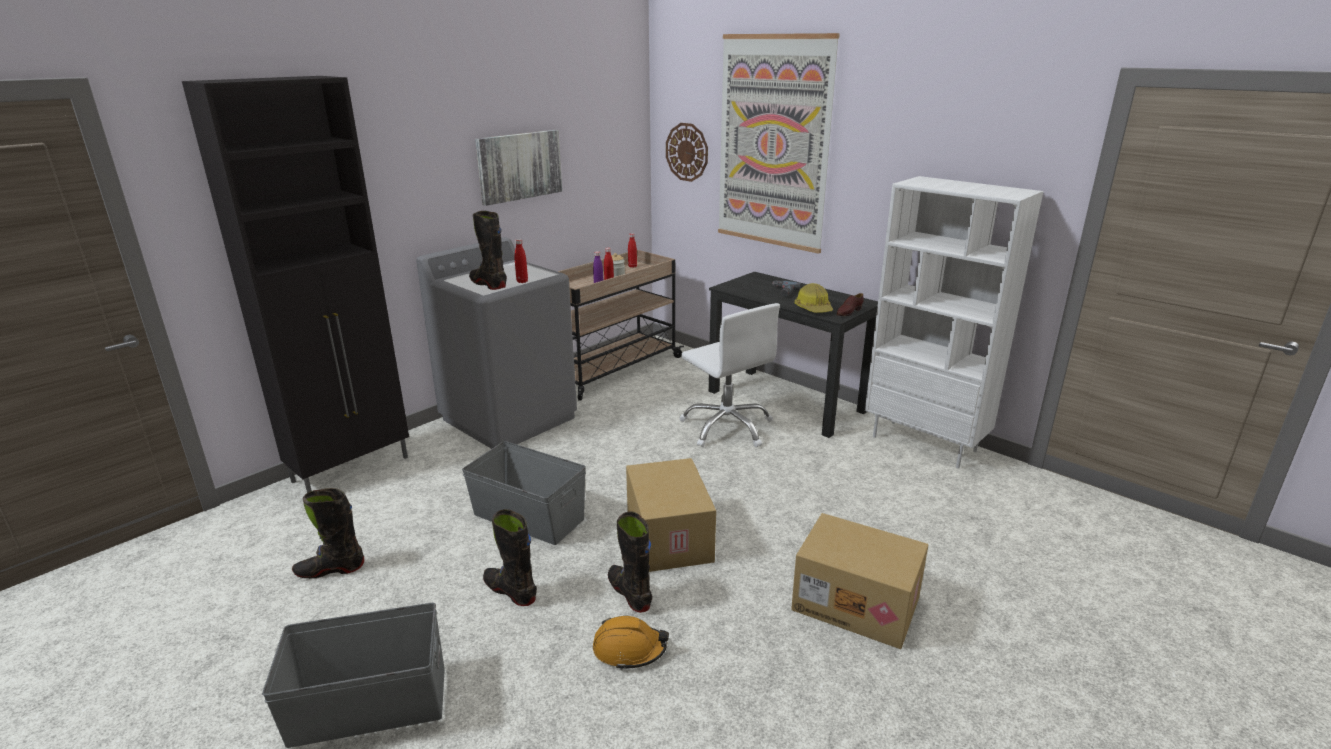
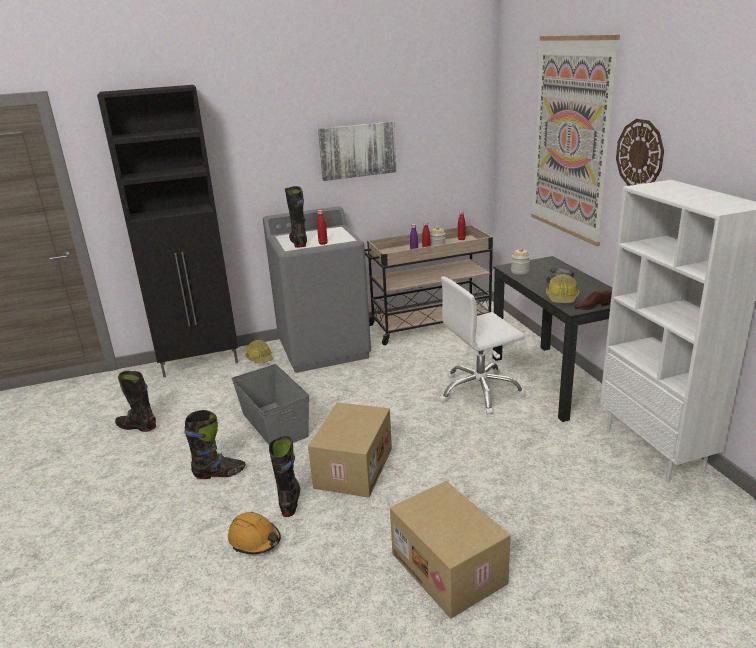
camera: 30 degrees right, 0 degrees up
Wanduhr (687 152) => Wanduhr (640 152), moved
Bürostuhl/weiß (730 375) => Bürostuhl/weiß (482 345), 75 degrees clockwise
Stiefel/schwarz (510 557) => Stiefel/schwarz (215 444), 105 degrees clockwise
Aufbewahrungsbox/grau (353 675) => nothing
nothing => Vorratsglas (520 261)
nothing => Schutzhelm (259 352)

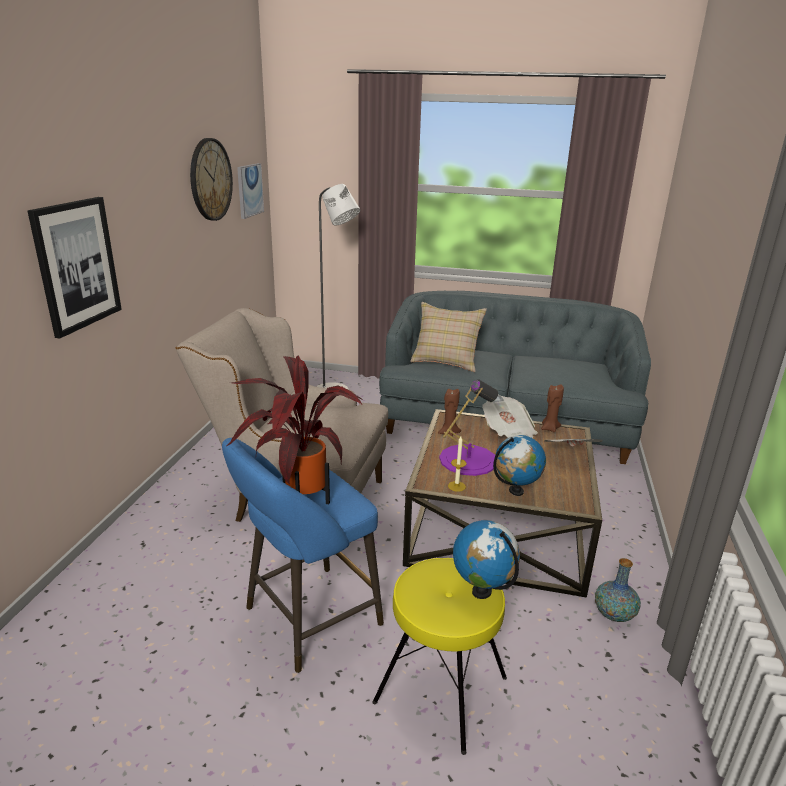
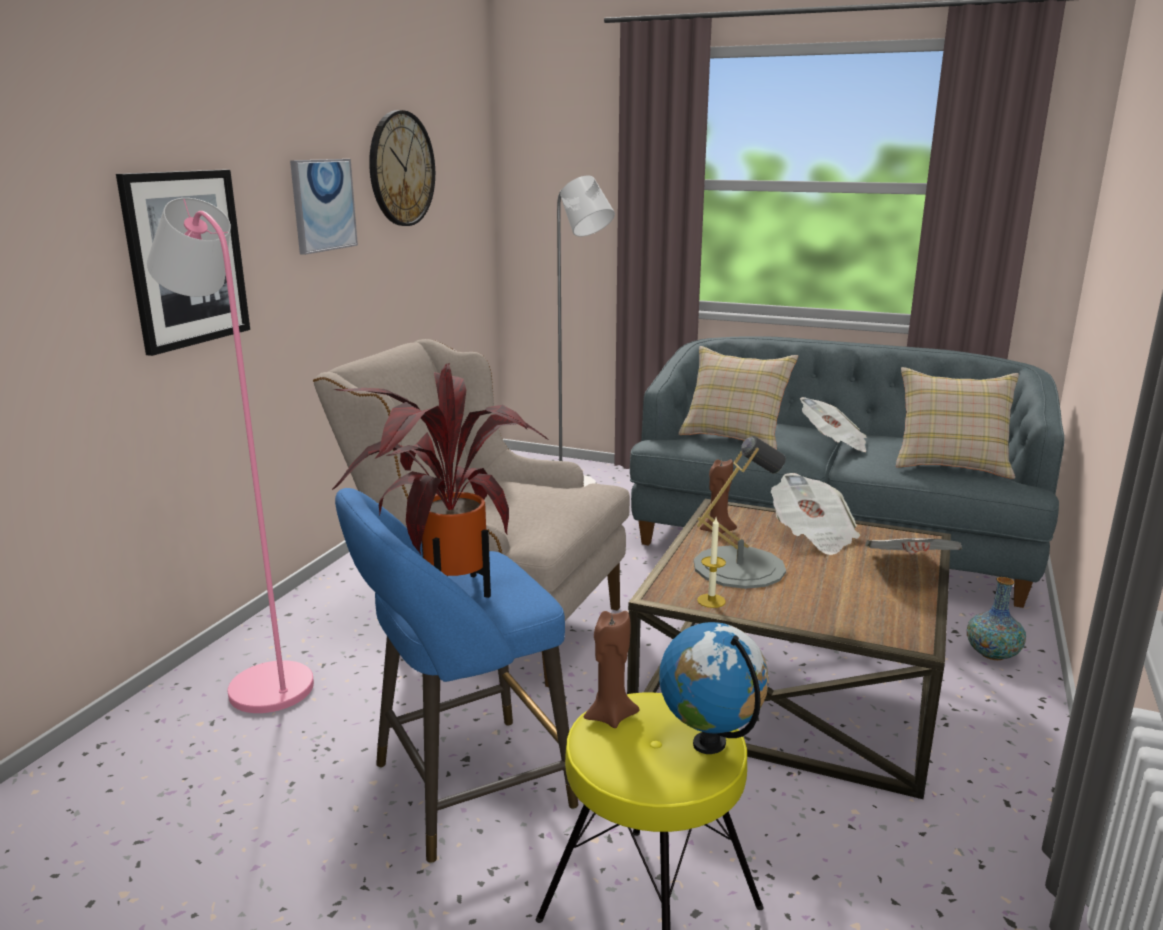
camera: 10 degrees right, 5 degrees down
Bild (250 191) => Bild (324 207), moved
Tischlampe/lila (468 427) => Tischlampe/grau (740 512)
Kerze/braun (552 408) => Kerze/braun (612 669), moved
Globus (519 465) => nothing
Vase (618 590) => Vase (996 618), moved
nothing => Stehlampe/rosa (230 455)
nothing => Kissen/beige (957 423)
nothing => Zeitung (833 424)

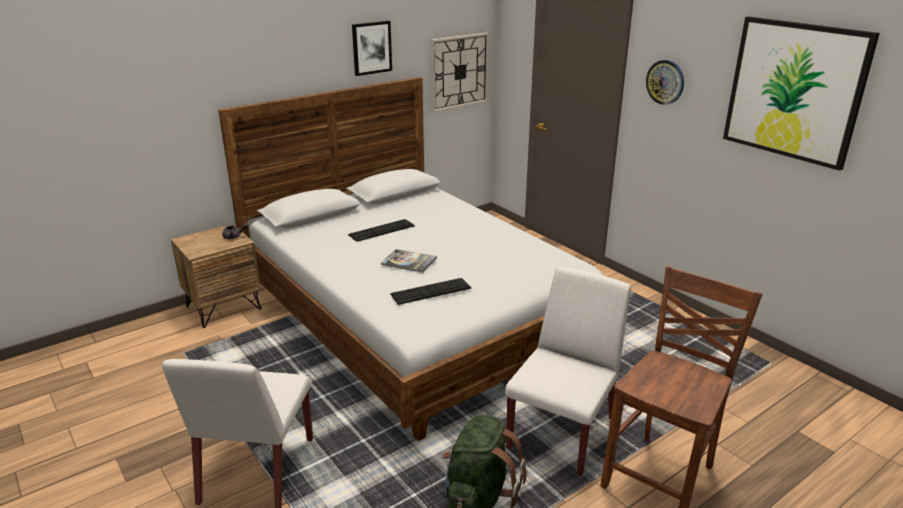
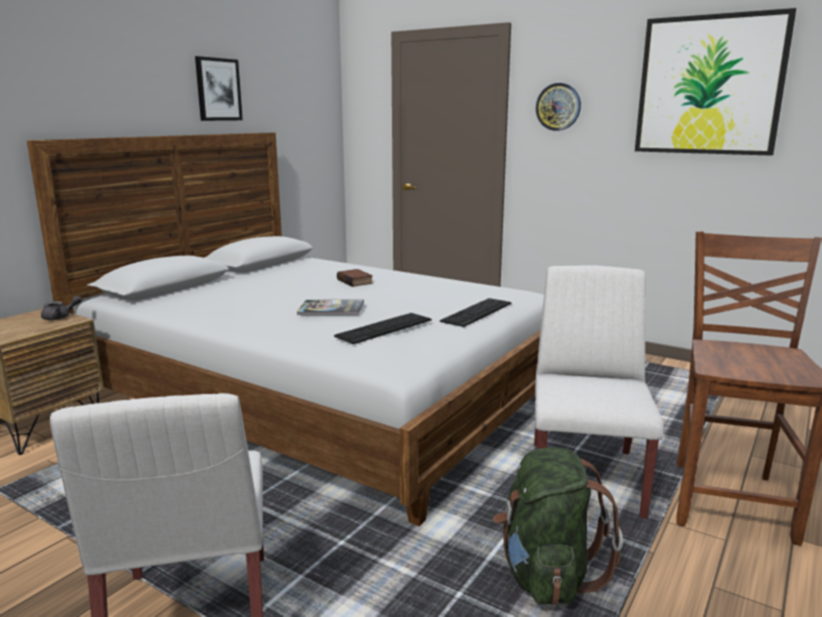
camera: 20 degrees left, 10 degrees down
Wanduhr (460 73) => nothing
Tastatur (381 230) => Tastatur (476 312), moved
nothing => Buch (355 278)

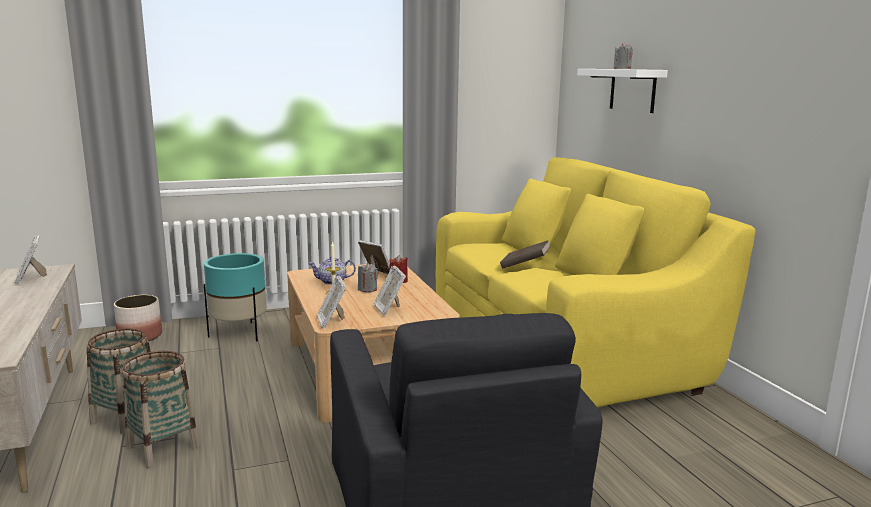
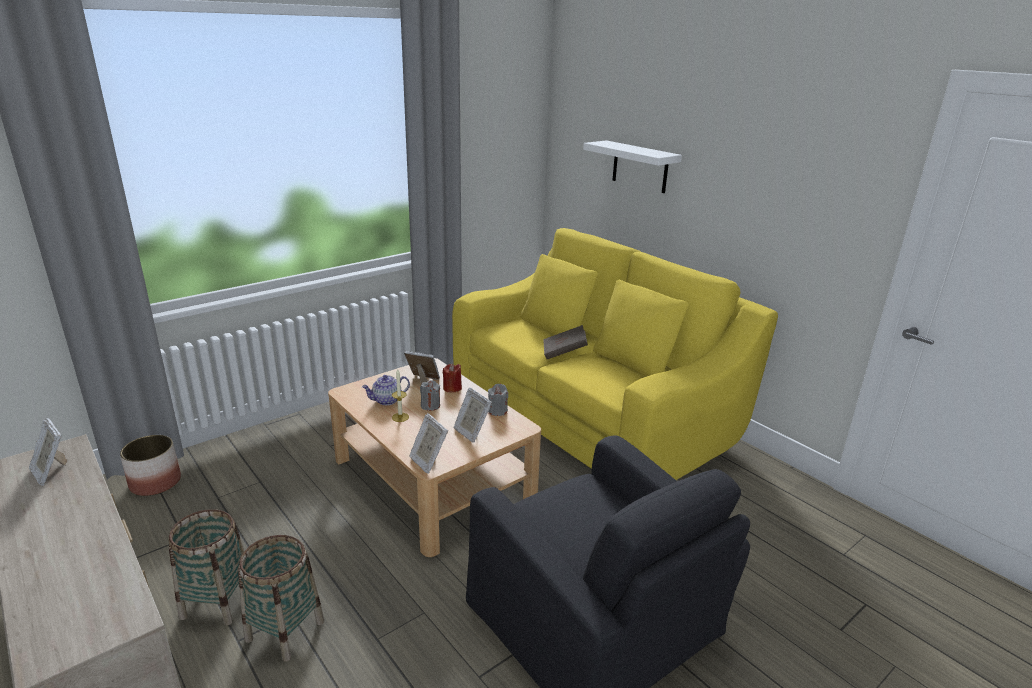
camera: 20 degrees left, 10 degrees up
Kerze/grau (623 55) => Kerze/grau (498 400), moved
Pflanzkübel/türkis (235 297) => nothing

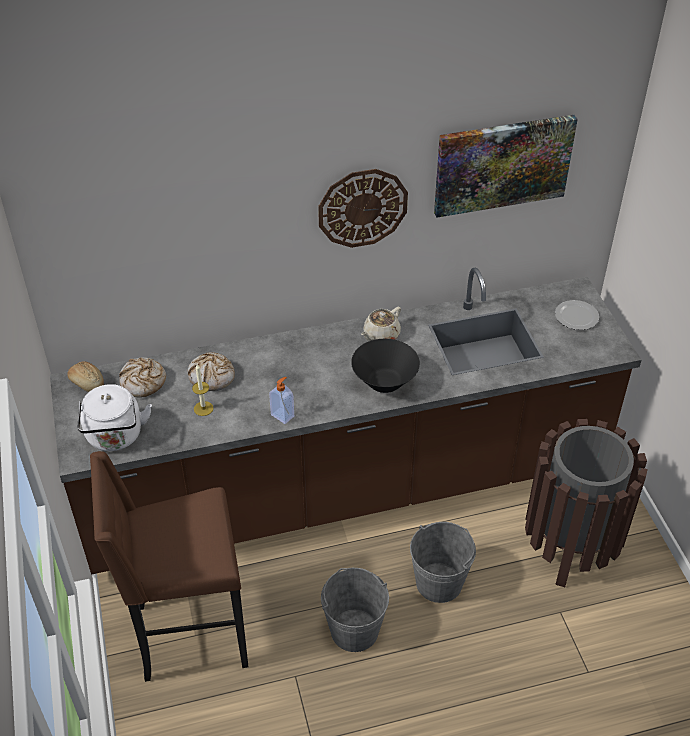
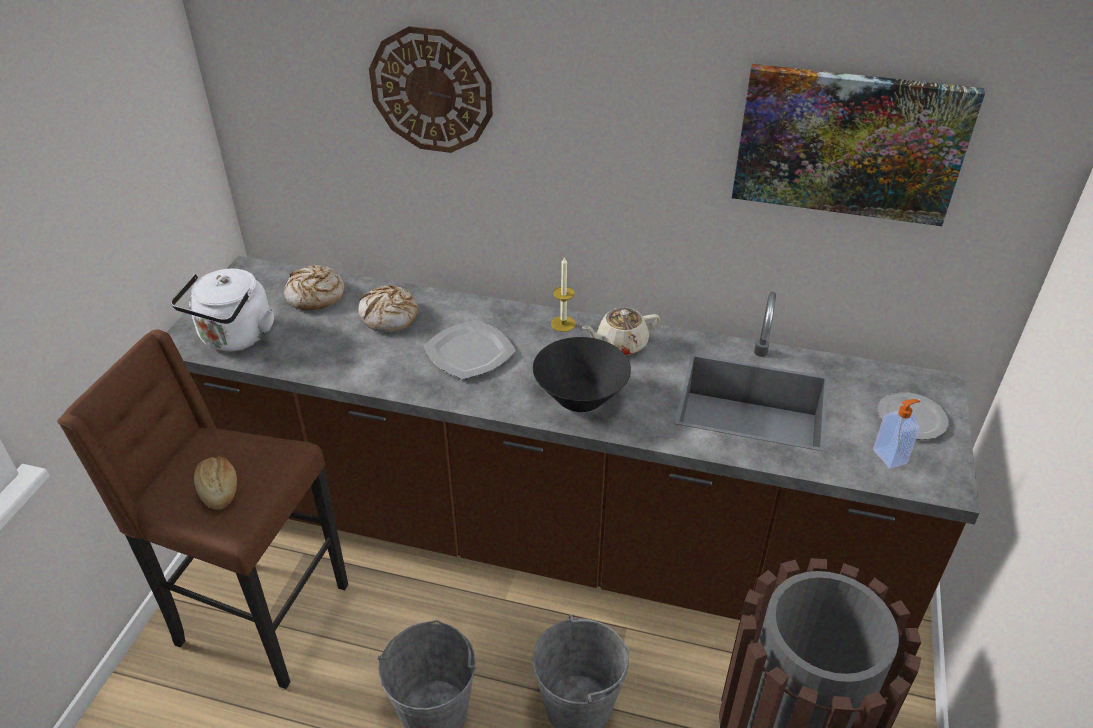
camera: 30 degrees right, 5 degrees down
Wanduhr (363 208) => Wanduhr (431 89), moved
Brot (85 376) => Brot (215 483), moved
Kerze (203 390) => Kerze (563 294), moved
Seifenspender (281 400) => Seifenspender (896 434), moved
nothing => Teller (470 349)

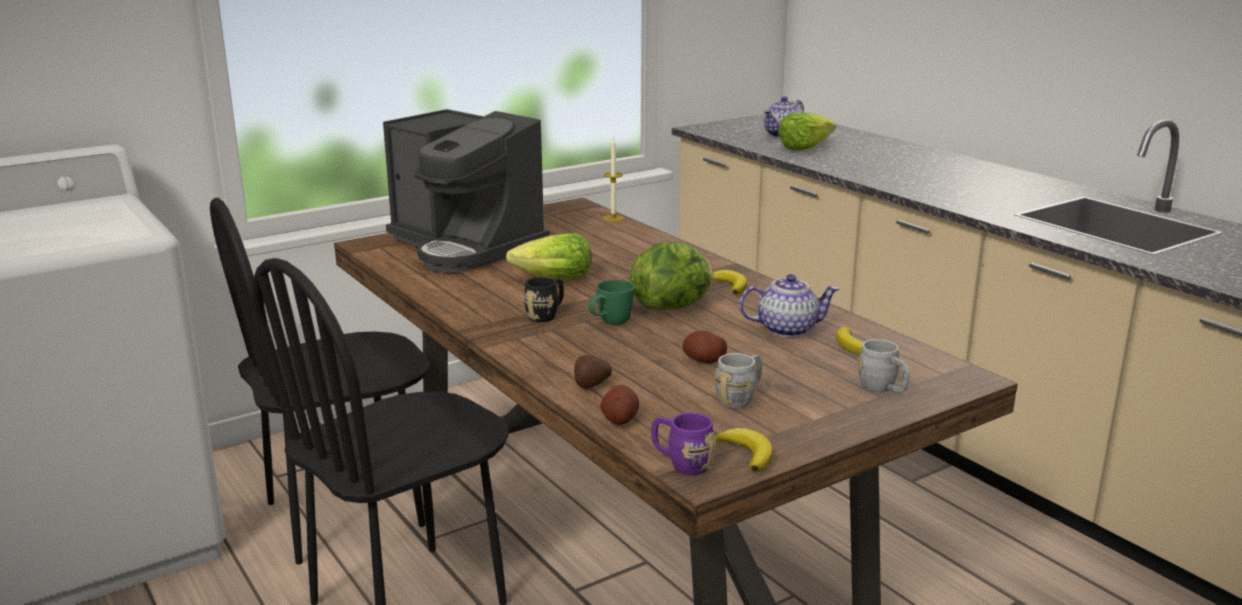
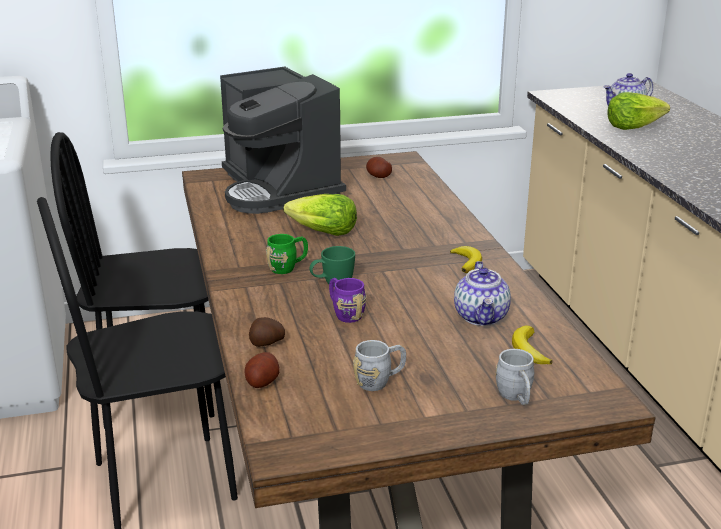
camera: 20 degrees right, 5 degrees up
Kerze (613 180) => nothing
Salatkopf (671 276) => nothing
Teekanne (789 305) => Teekanne (482 293), 75 degrees clockwise
Henkelbecher/schwarz (543 299) => Henkelbecher/grün (287 254)
Kartoffel (705 346) => Kartoffel (379 167), moved
Henkelbecher/lila (683 443) => Henkelbecher/lila (347 300), moved
Banane (744 450) => nothing

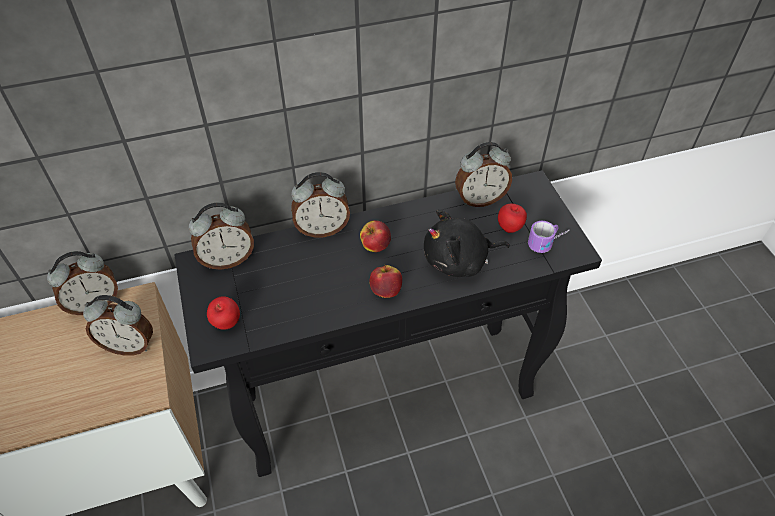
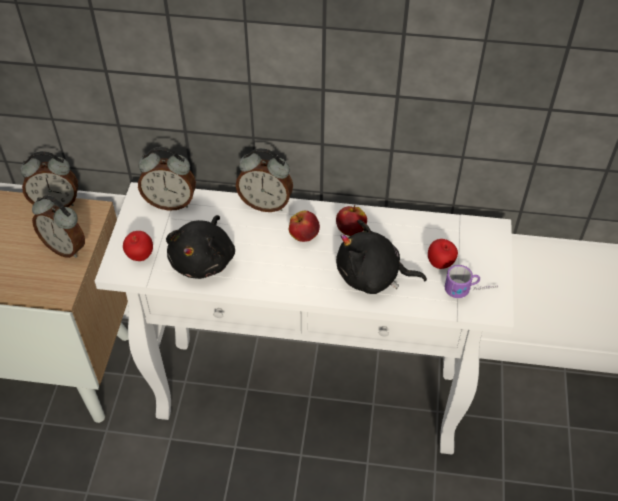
camera: 25 degrees right, 0 degrees up
Wecker (483 174) => nothing
Konsolentisch/schwarz (388 324) => Konsolentisch/weiß (304 318)
Apfel (385 281) => Apfel (351 220), moved
nothing => Plüschtier/schwarz (200 247)

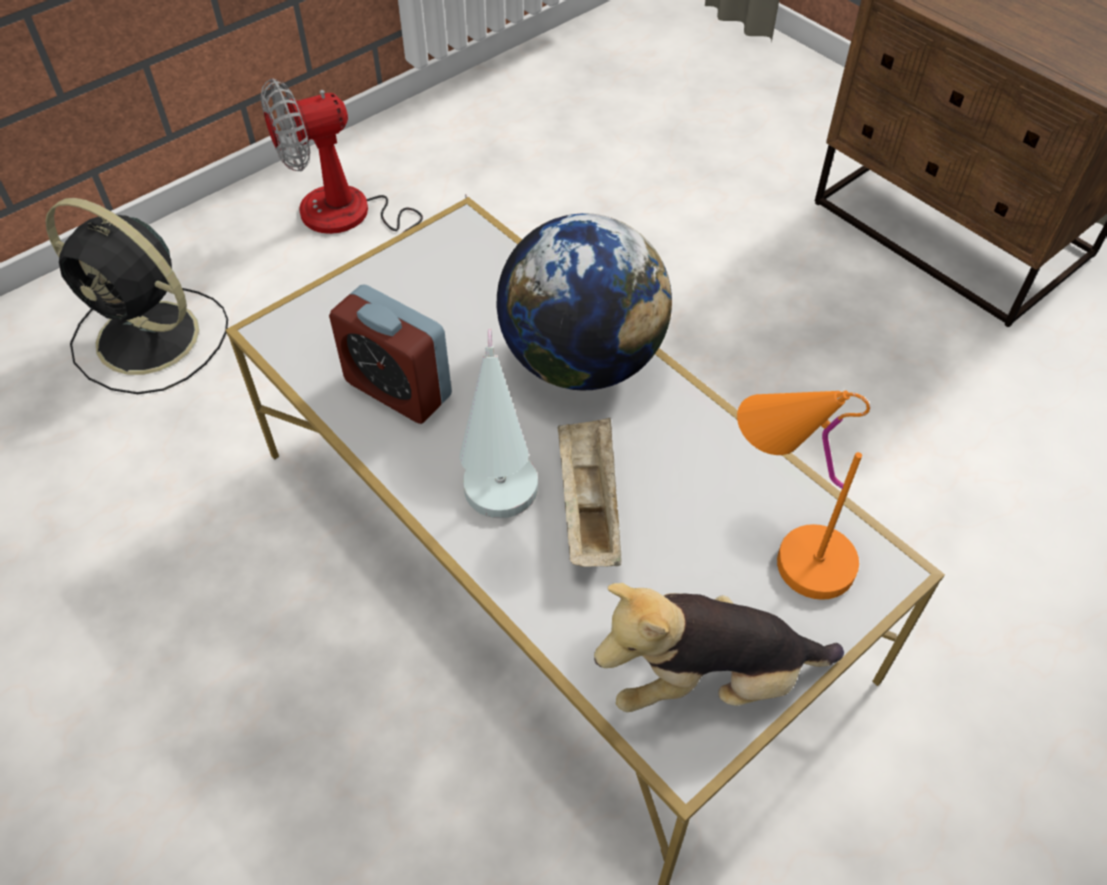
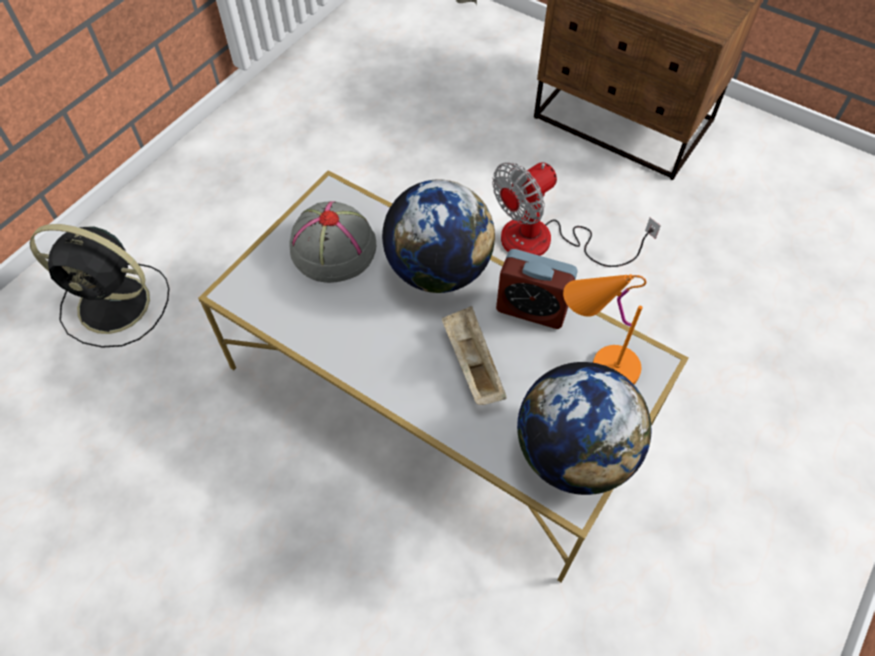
camera: 15 degrees left, 5 degrees up
Ventilator (363 156) => Ventilator (576 214), moved
Wecker (390 354) => Wecker (537 289), moved
Tischlampe/weiß (499 423) => nothing
Plüschtier (719 647) => Globus (584 428)
nothing => Hut/grau (332 242)

